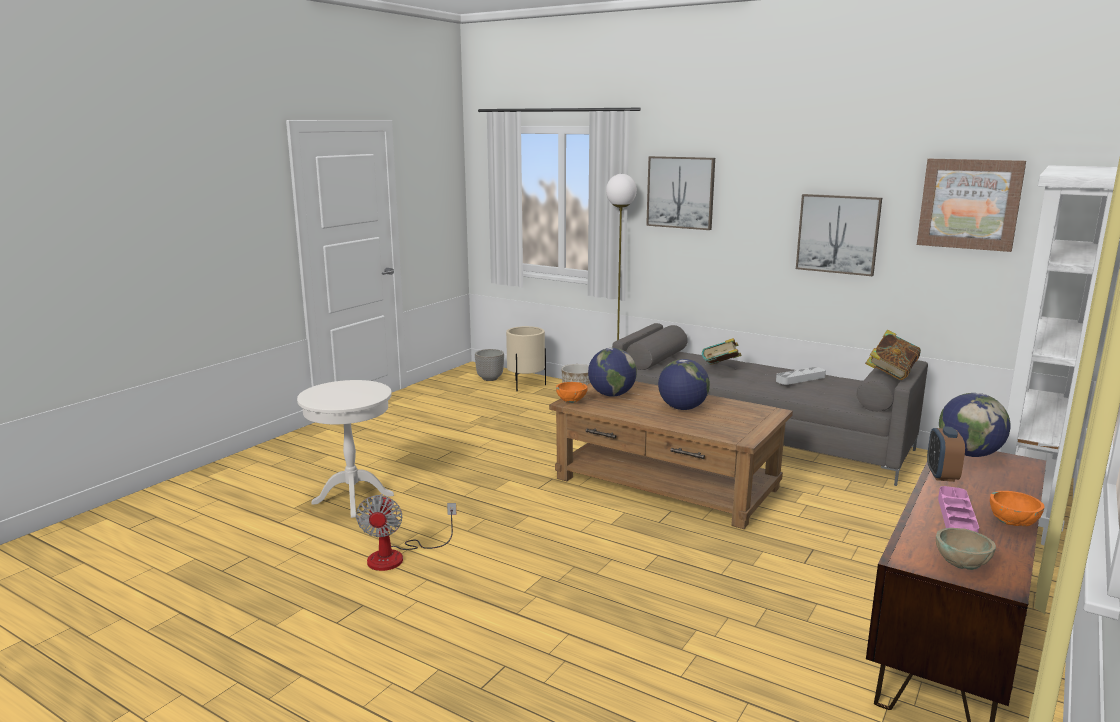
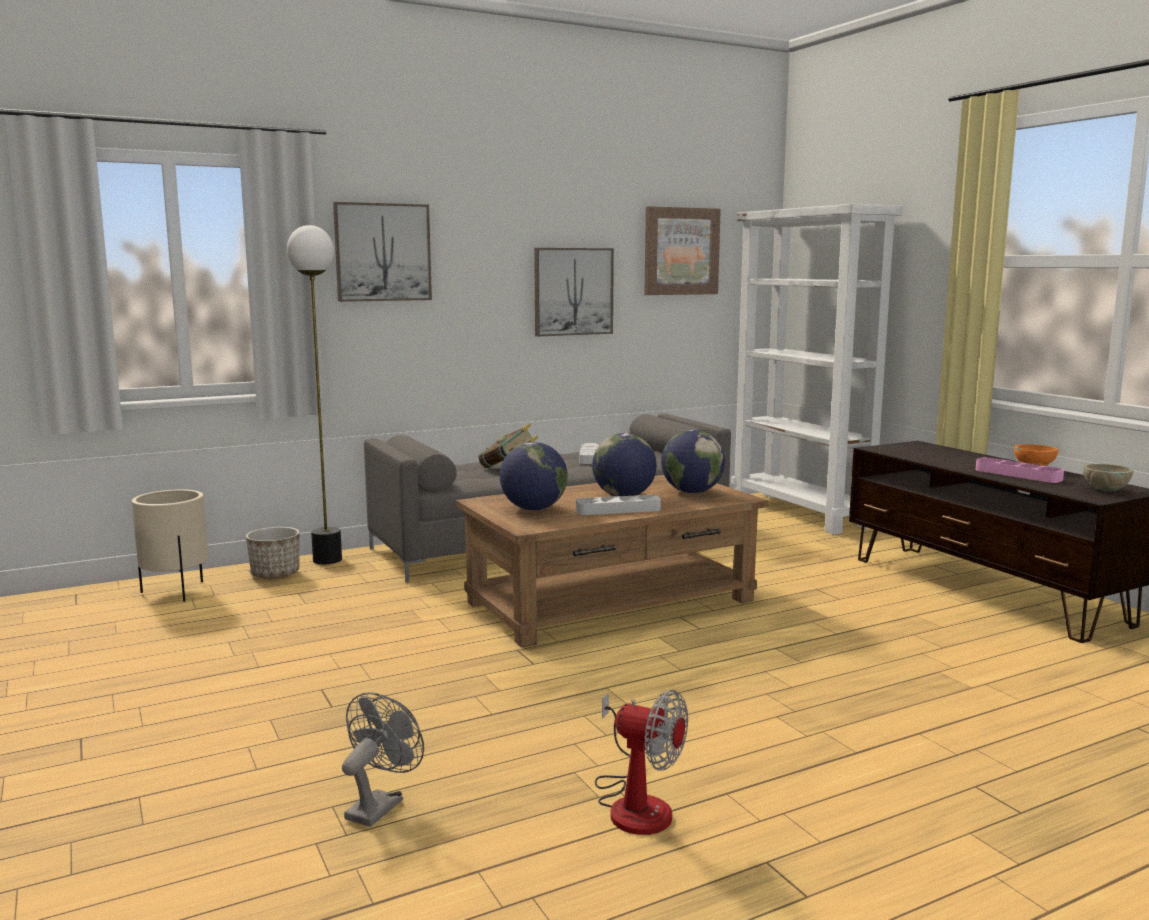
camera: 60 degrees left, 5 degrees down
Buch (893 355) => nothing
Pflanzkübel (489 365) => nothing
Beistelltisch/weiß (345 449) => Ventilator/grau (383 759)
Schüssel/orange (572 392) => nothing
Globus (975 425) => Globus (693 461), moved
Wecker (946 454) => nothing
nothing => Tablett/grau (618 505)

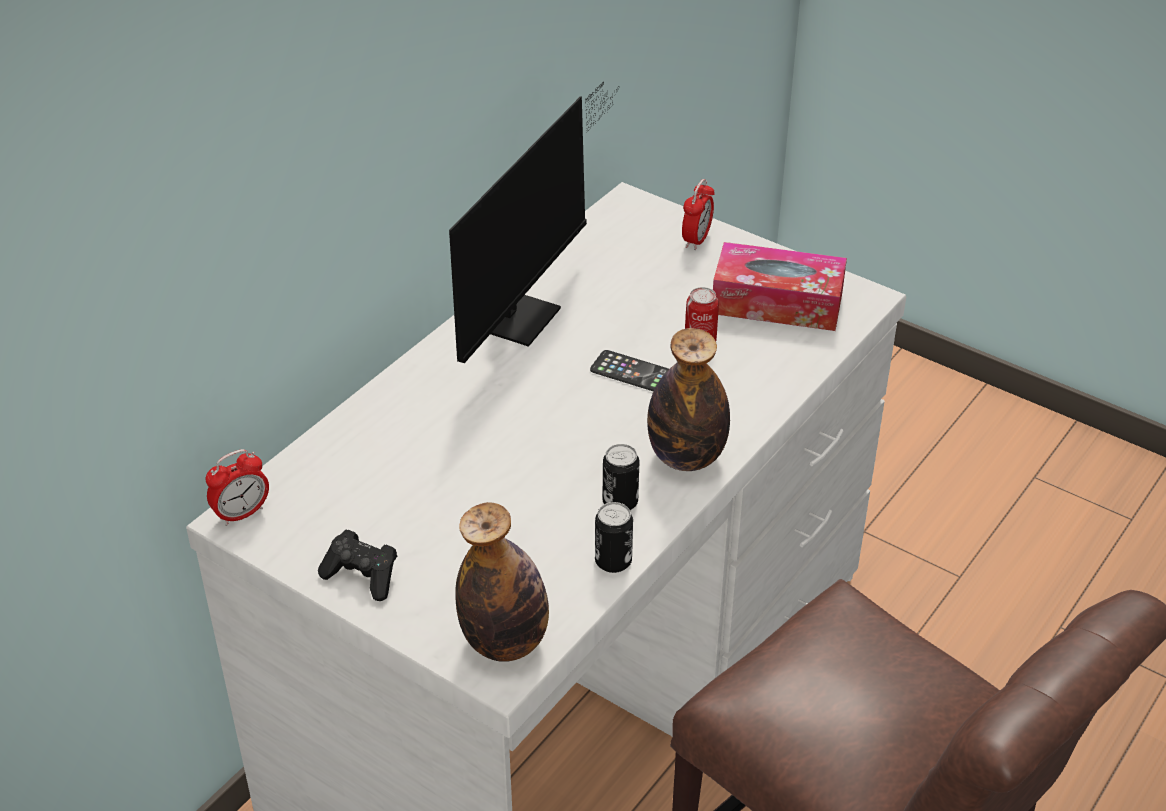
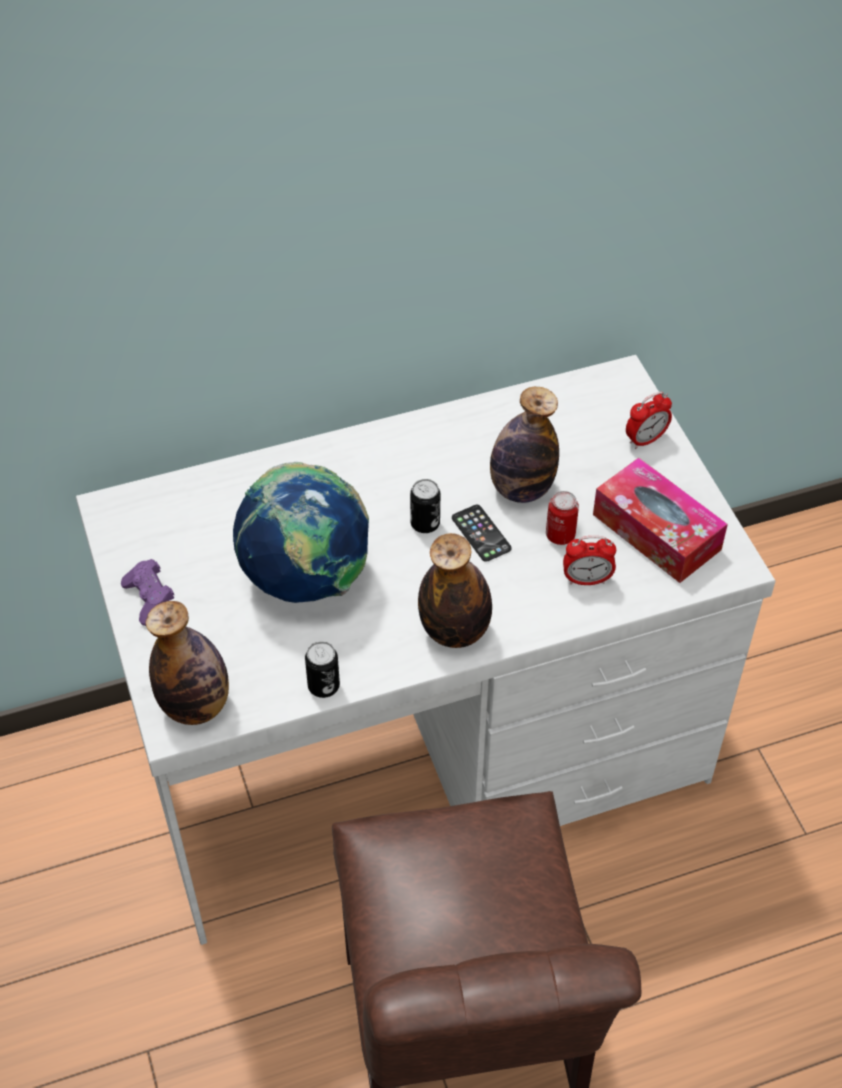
camera: 35 degrees right, 10 degrees up
Monitor (534 222) => nothing
Dose (620 477) => Dose (425 506), moved
Wecker (237 487) => Wecker (589 560), moved
Gamepad/schwarz (357 565) => Gamepad/lila (148 592)
nothing => Flasche (524 445)
nothing => Globus (301 532)

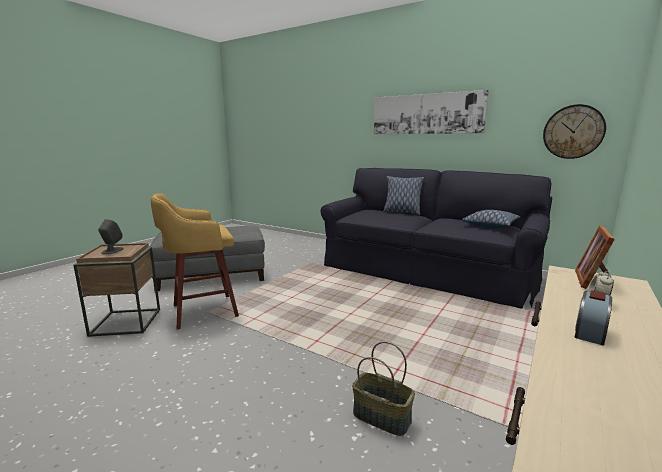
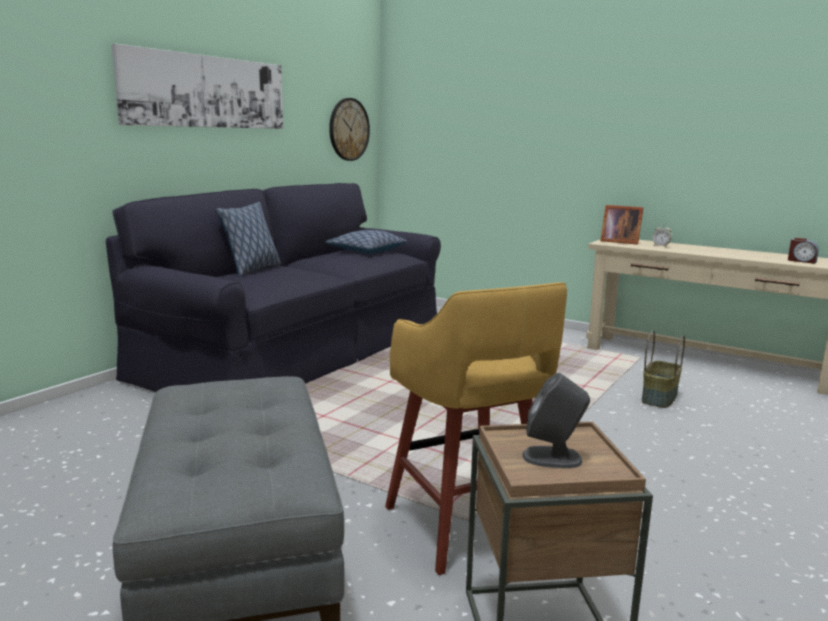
camera: 90 degrees left, 0 degrees up
Wecker (593 318) => Wecker (803 251), moved

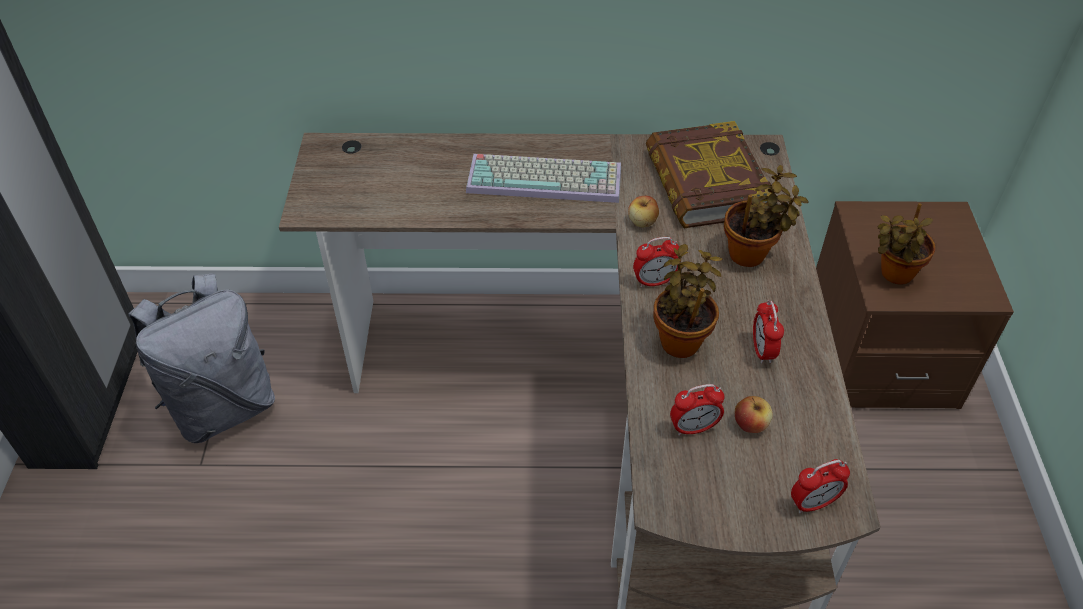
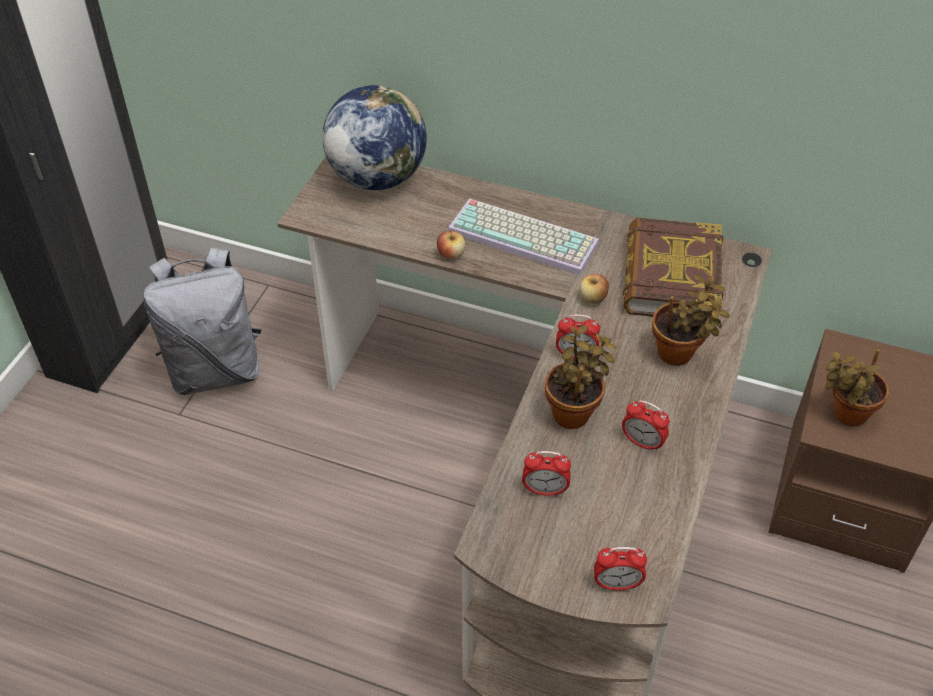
camera: 20 degrees right, 0 degrees up
Wecker (768 332) => Wecker (645 426), 75 degrees counterclockwise
Apfel (754 414) => Apfel (451 244), moved
nothing => Globus (374 137)

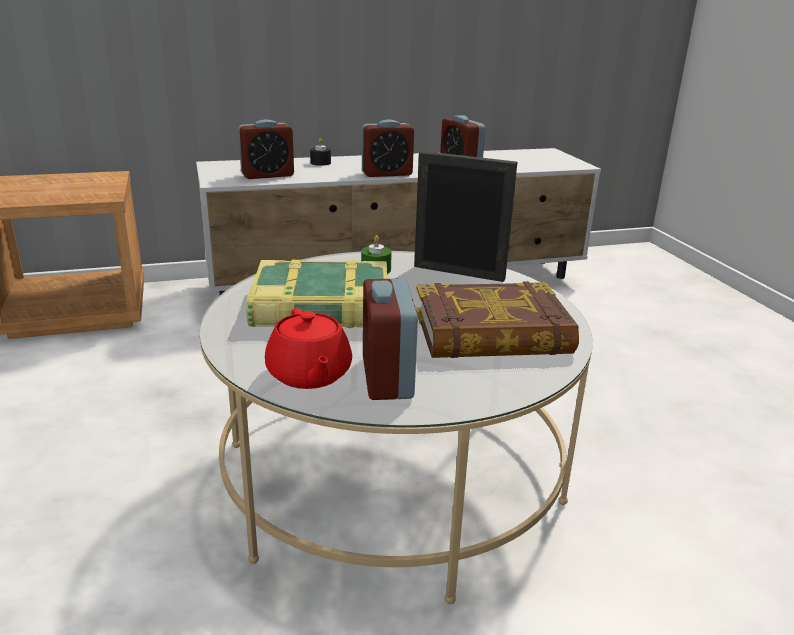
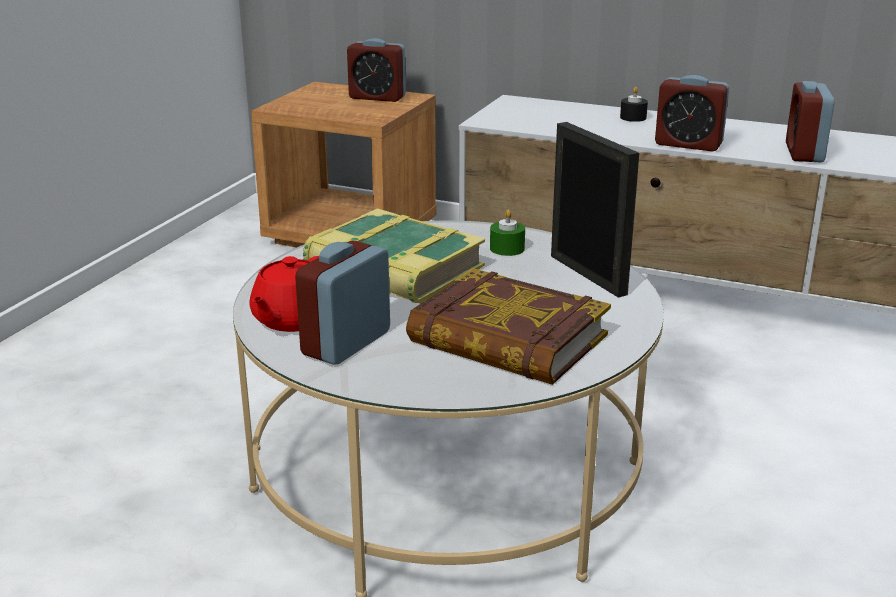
camera: 40 degrees right, 0 degrees up
Wecker (266 149) => Wecker (376 70), moved

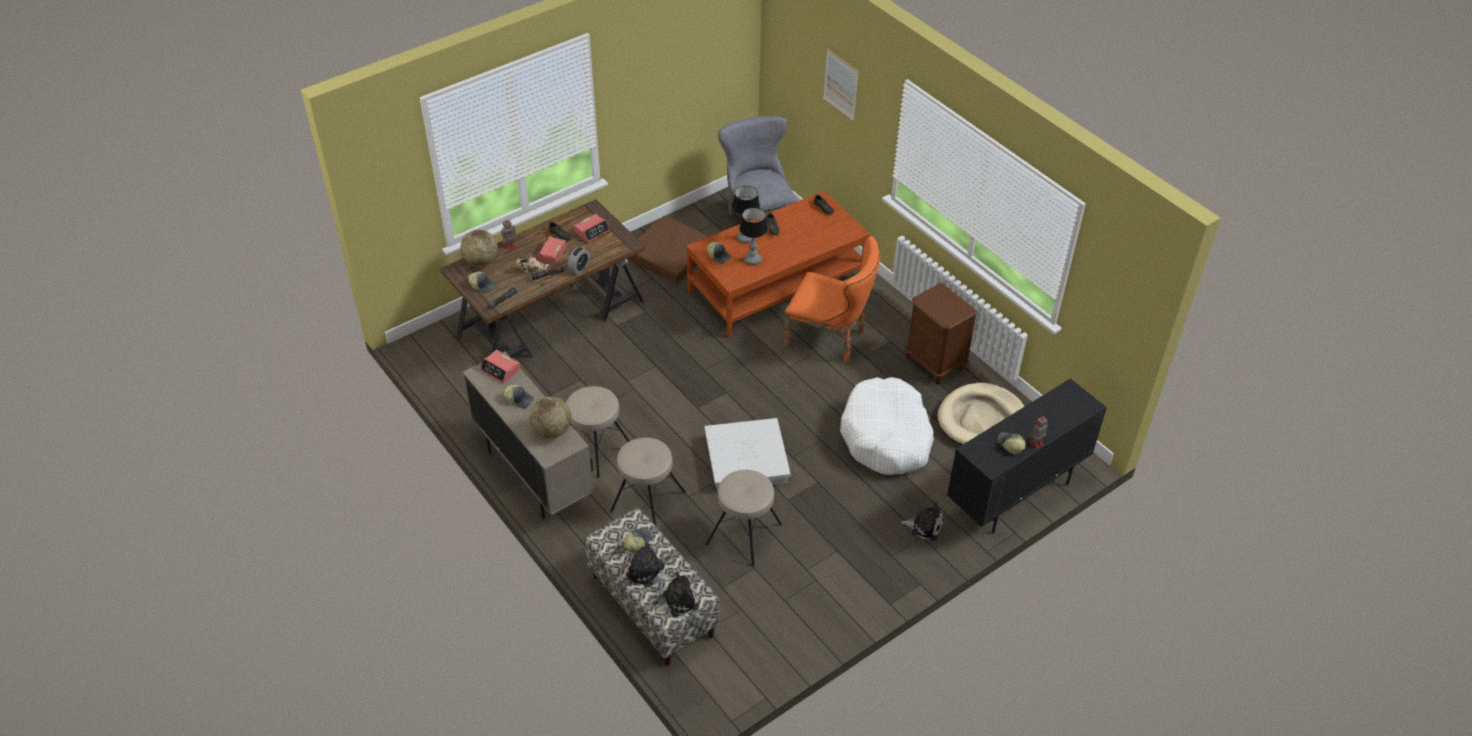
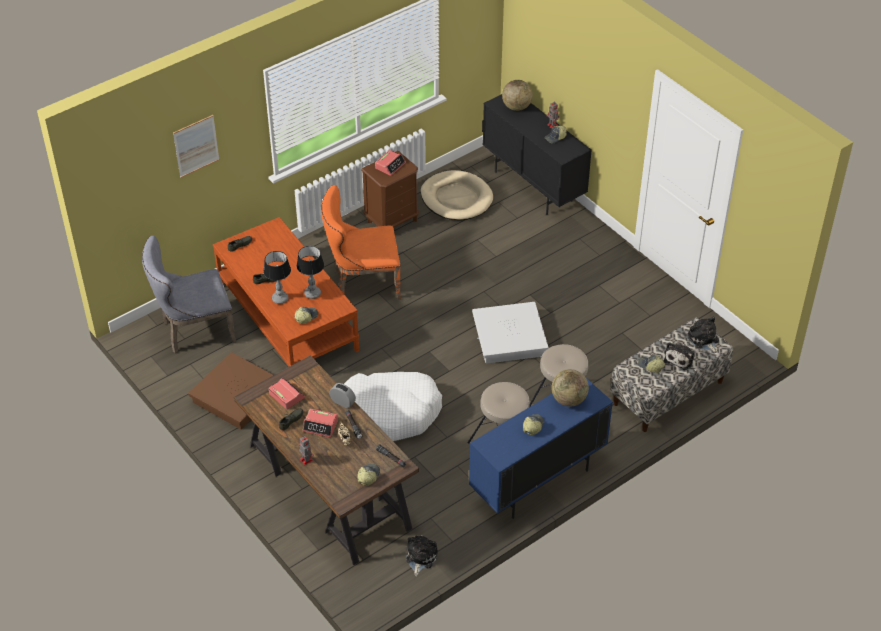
camera: 90 degrees left, 0 degrees up
Globus (479 248) => Globus (517 95), moved
Stuhl/orange (831 299) => Stuhl/orange (361 242), 120 degrees counterclockwise
Wecker (500 367) => Wecker (390 163), moved
Schrank/beige (528 435) => Schrank/blau (541 448)
Hundebett/weiß (887 426) => Hundebett/weiß (393 406), moved
Hocker/beige (744 518) => nothing
Plüschtier (922 521) => Plüschtier (422 555), moved

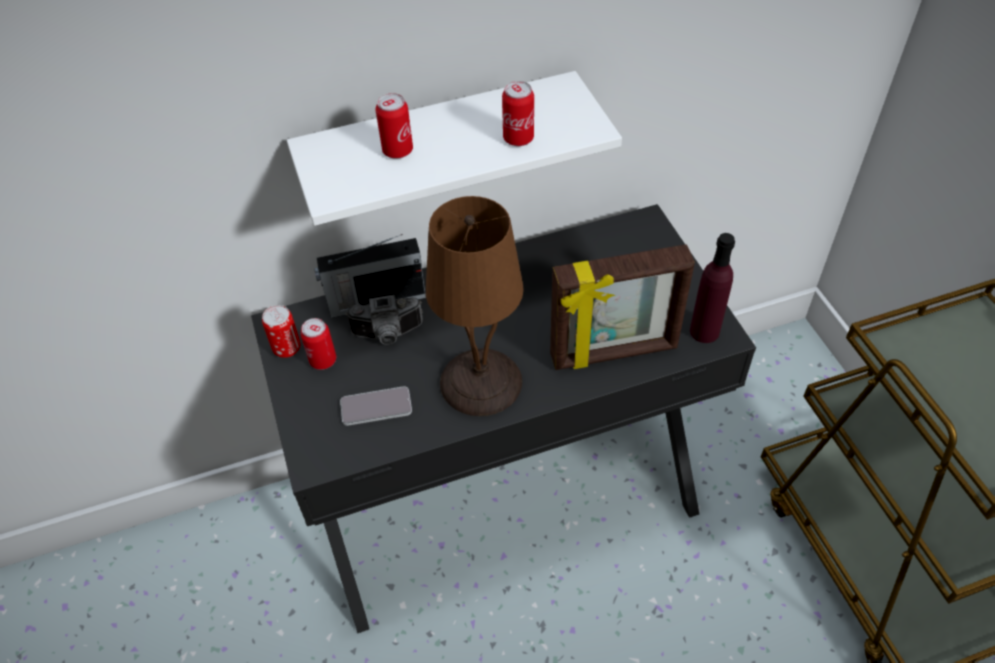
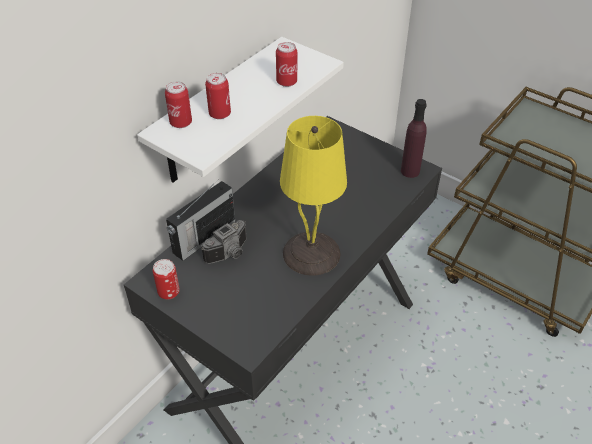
camera: 35 degrees left, 5 degrees down
Tischlampe/braun (475 306) => Tischlampe/gelb (313 196)
Bilderrahmen (622 307) => nothing
Dose (318 344) => Dose (178 104), moved
Handy (376 406) => nothing

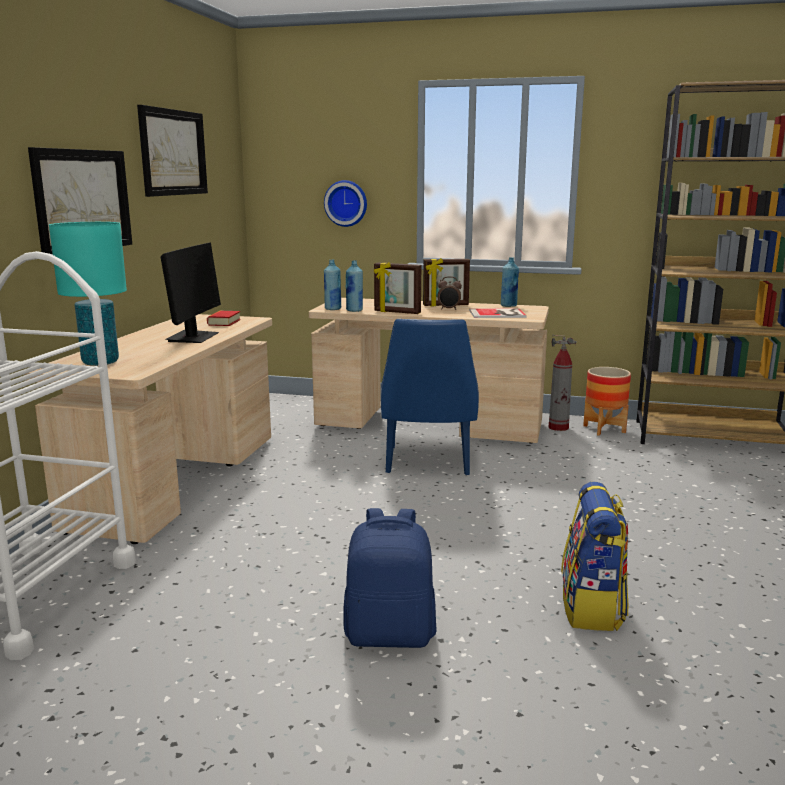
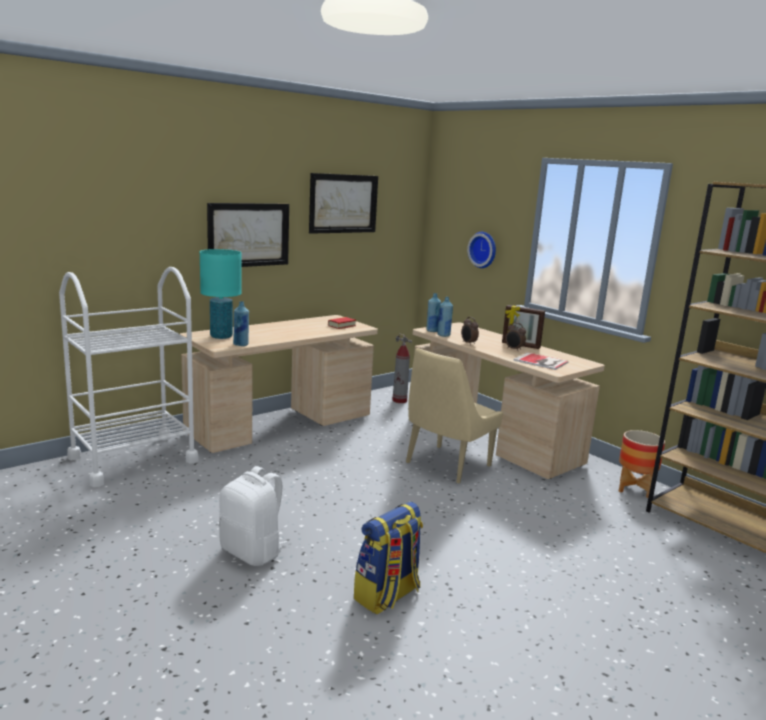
camera: 35 degrees right, 0 degrees up
Monitor (191 292) => nothing
Flasche/blau (510 282) => Flasche/blau (241 323), moved
Bilderrahmen (397 288) => Wecker (470 331)
Stuhl/blau (430 397) => Stuhl/beige (454 416)
Feuerlöscher (563 383) => Feuerlöscher (402 368), moved
Rucksack/blau (389 578) => Rucksack/weiß (253 516)

